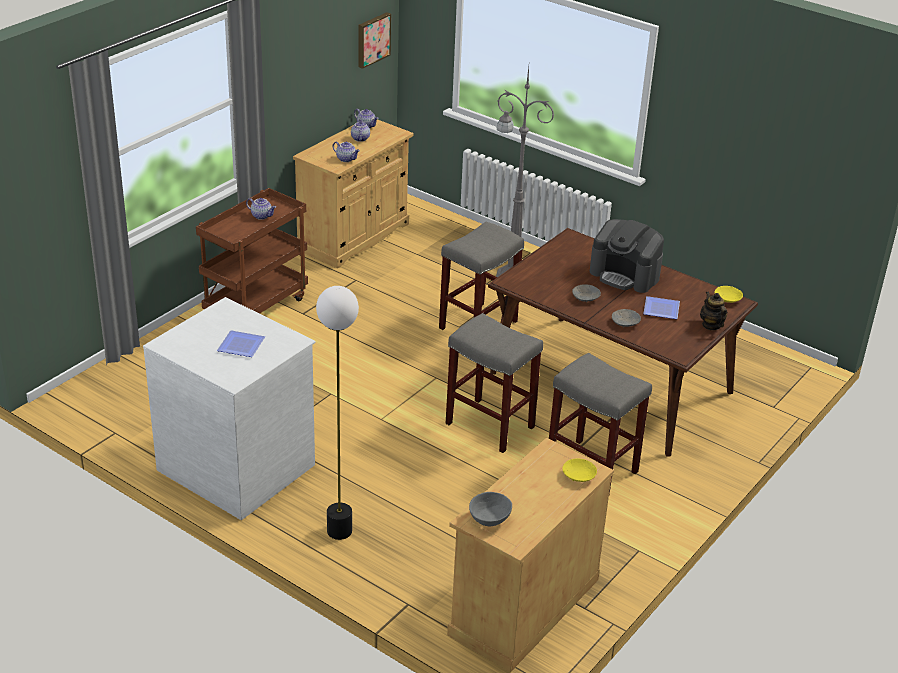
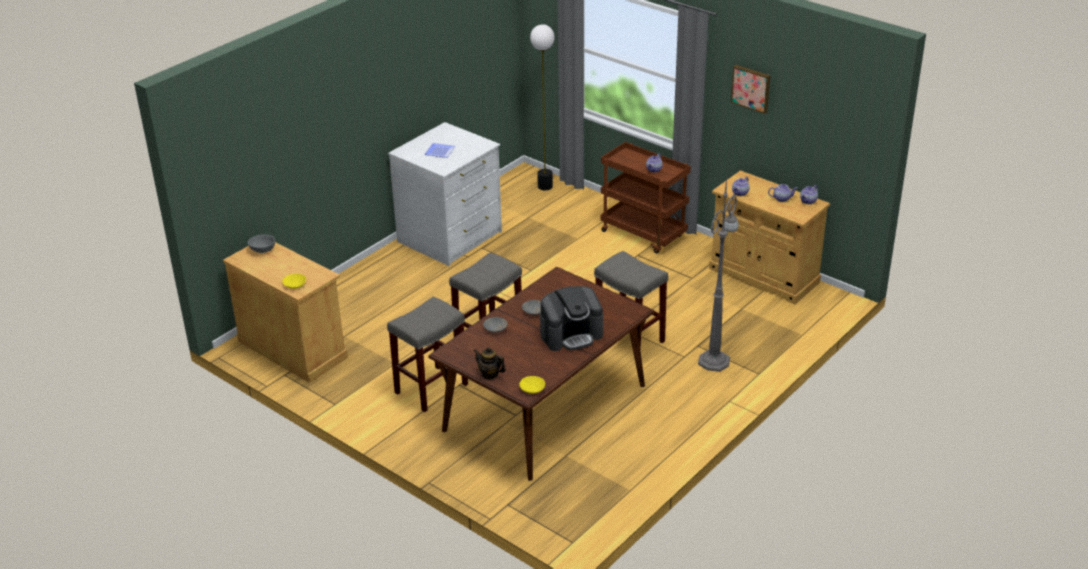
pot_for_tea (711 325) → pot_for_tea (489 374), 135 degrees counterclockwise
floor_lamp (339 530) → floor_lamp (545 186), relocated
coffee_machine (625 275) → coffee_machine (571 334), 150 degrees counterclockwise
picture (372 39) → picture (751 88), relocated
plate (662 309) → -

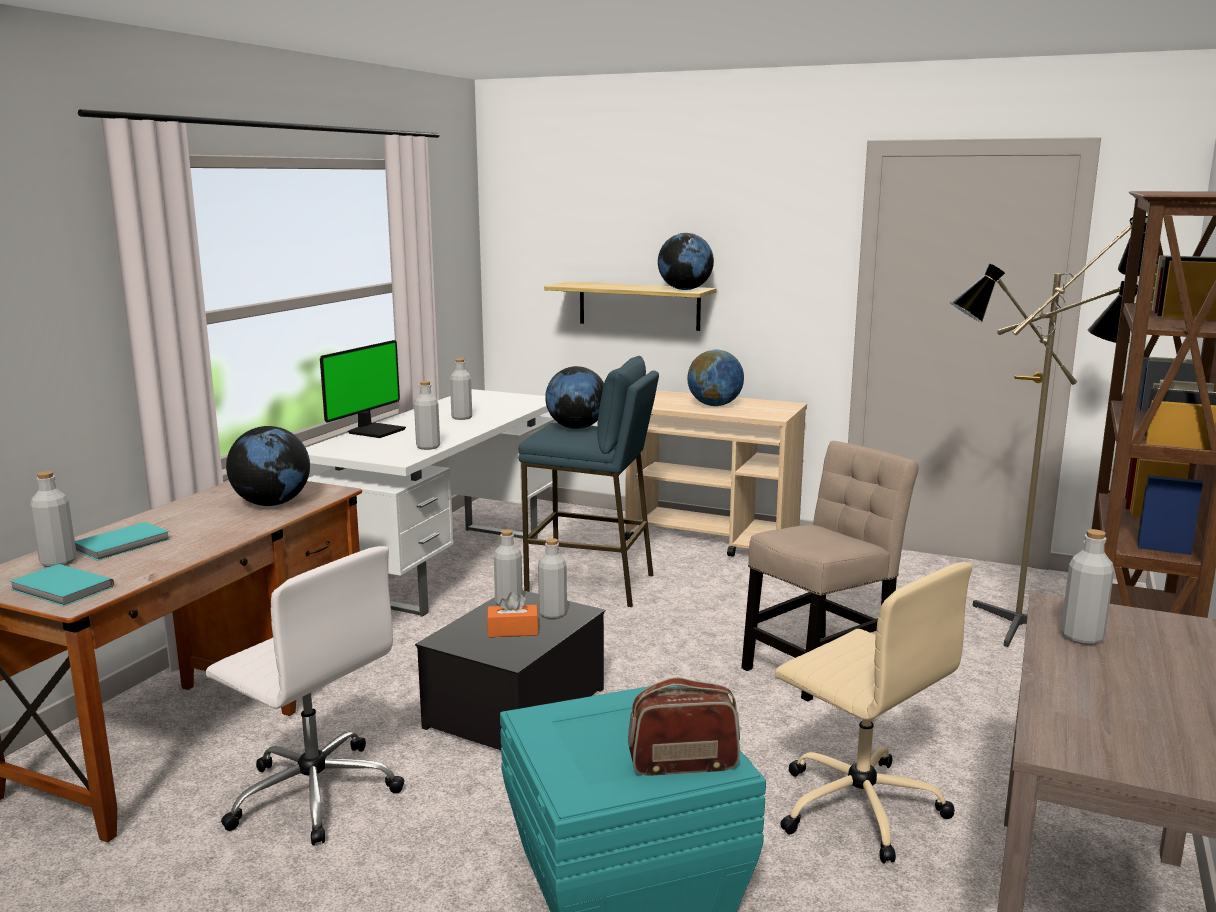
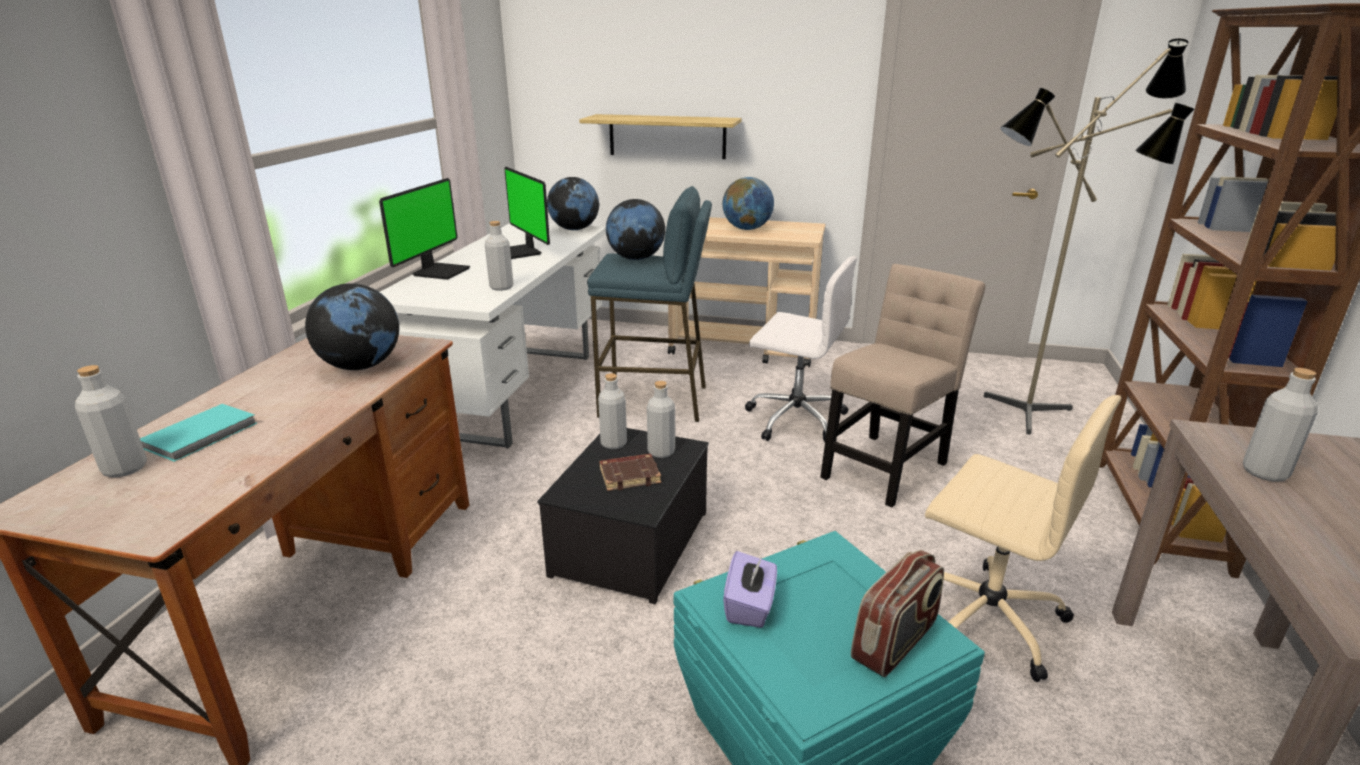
greyish_bottle (462 417) → computer_screen (520 252)
world_globe (685 289) → world_globe (574 229), relocated
orange-coloured_box_of_tissues (513 630) → brown_book (630 475)
- → purplish_box_of_tissues (750 606)
whitish_desk_chair (313 793) → whitish_desk_chair (794 418), relocated
radio_receiver (683 763) → radio_receiver (895 642), 150 degrees clockwise
turquoise_book (61 589) → -

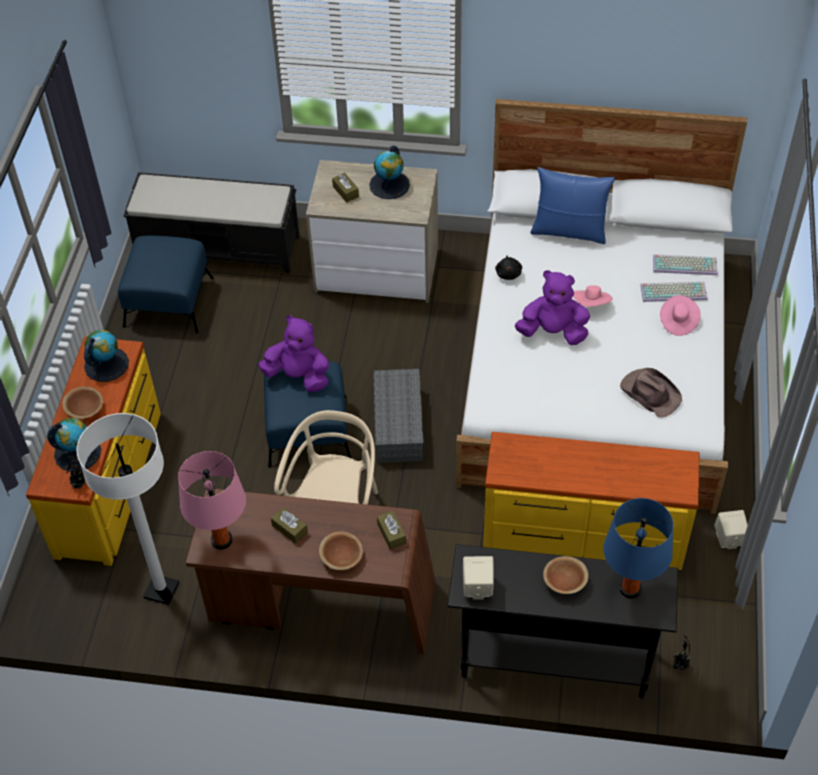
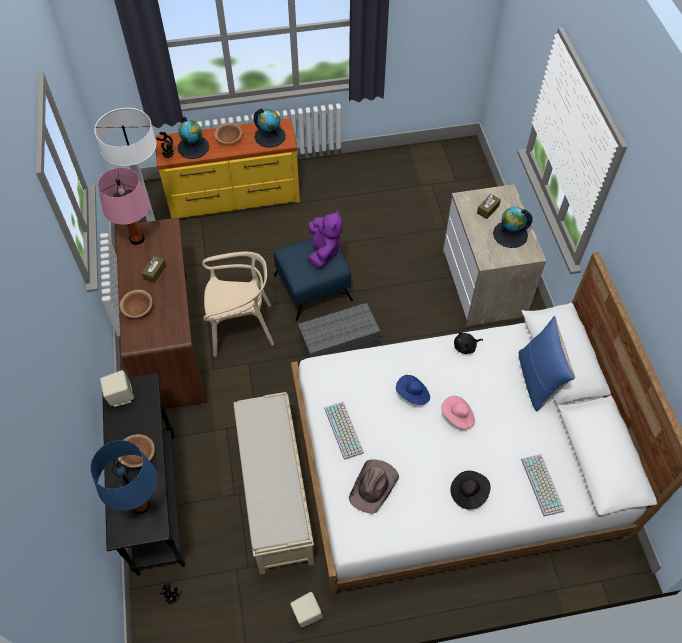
yellow-coloured_chest_of_drawers (583 536) → beige_long_seat (276 495)
keyboard (674 291) → keyboard (345 430), relocated
purplish_soft_toy (553 332) → blue-coloured_hat (412 395)
pinkish_hat (678 322) → blackish_hat (468 493)
blue-coloured_ottoman (169 301) → -
blackish_long_seat (219 247) → -
brown_box_of_tissues (391 533) → -

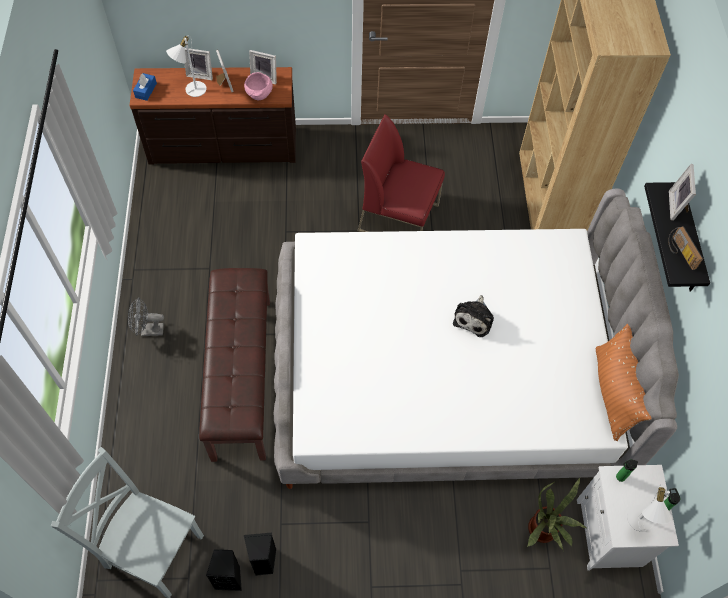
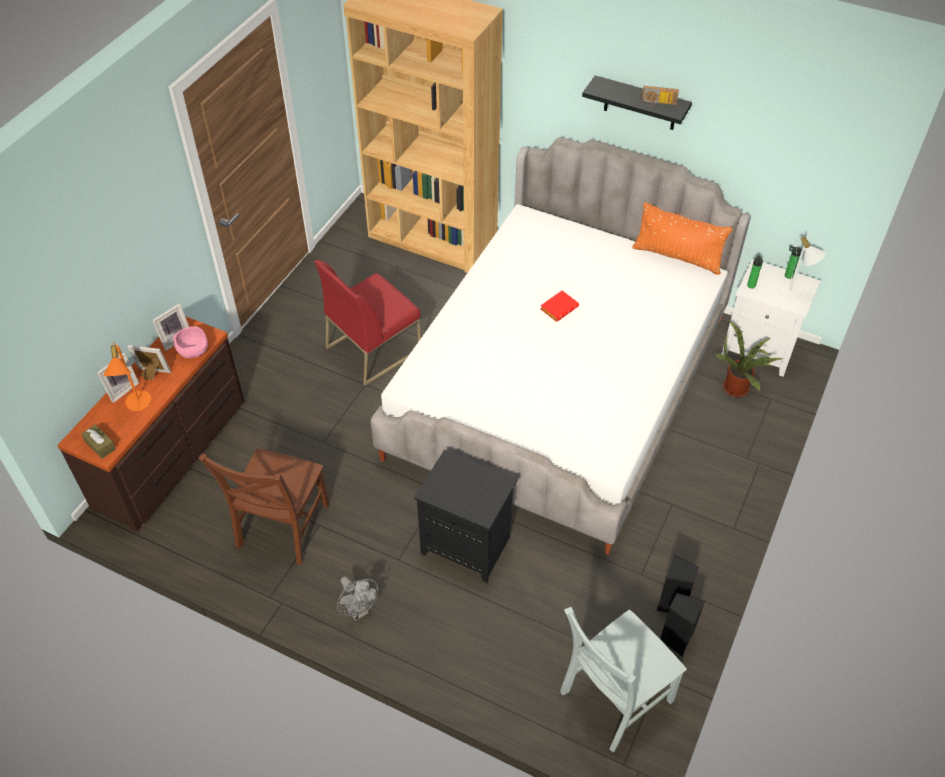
blue-coloured_box_of_tissues (146 90) → brown_box_of_tissues (100 445)
whitish_tabletop_lamp (191 89) → orange-coloured_tabletop_lamp (136 405)
- → brown_chair (281 528)
greyish_cooling_fan (148 331) → greyish_cooling_fan (358 611), 60 degrees counterclockwise
brown_long_seat (243 377) → blackish_bedside_table (468 545)
soft_toy (474 318) → reddish_book (559 307)
photo_frame (677 206) → -

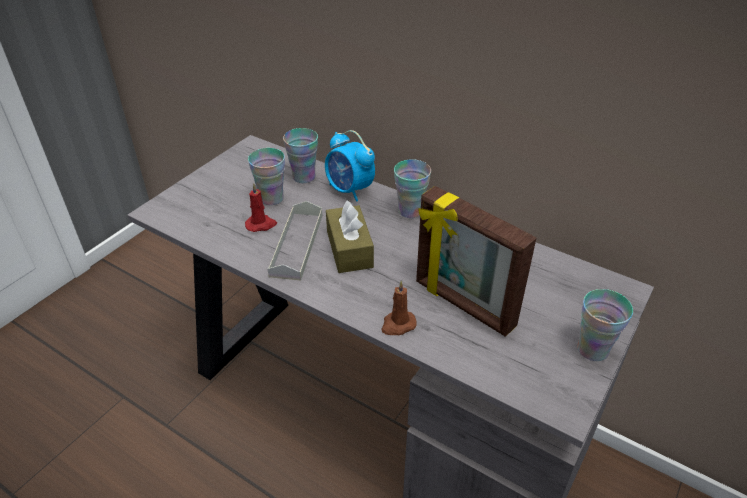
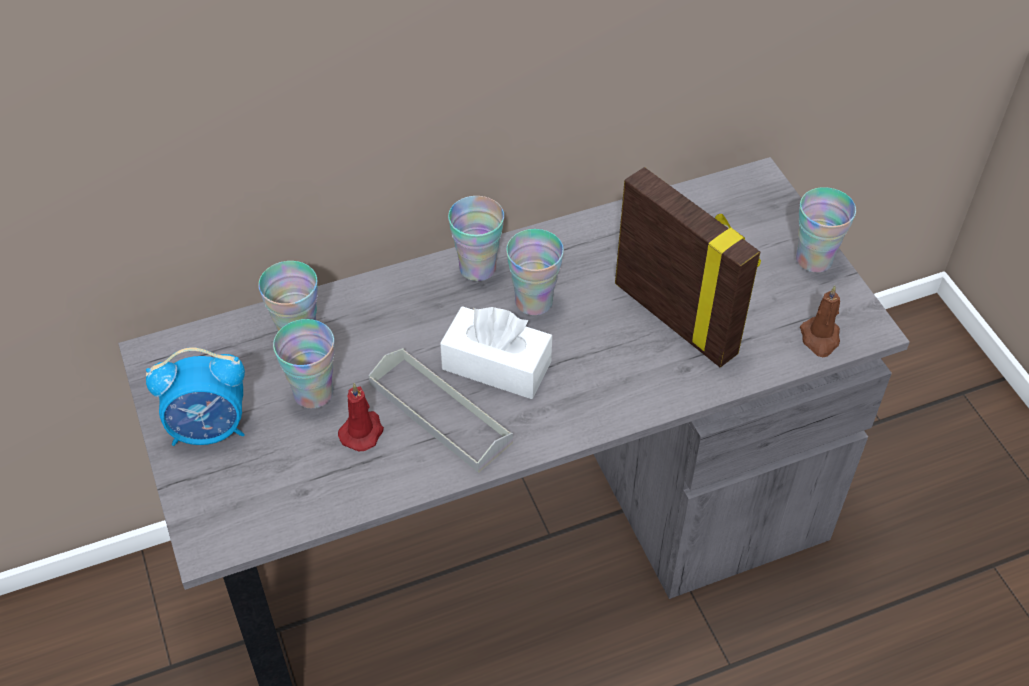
bedside_clock (349 190) → bedside_clock (210 429), relocated
brown_box_of_tissues (349 249) → whitish_box_of_tissues (496 365)
- → small_cup (533 301)
photo_frame (463 305) → photo_frame (677 318), 120 degrees counterclockwise
brown_wax_light (398 325) → brown_wax_light (820 339), relocated

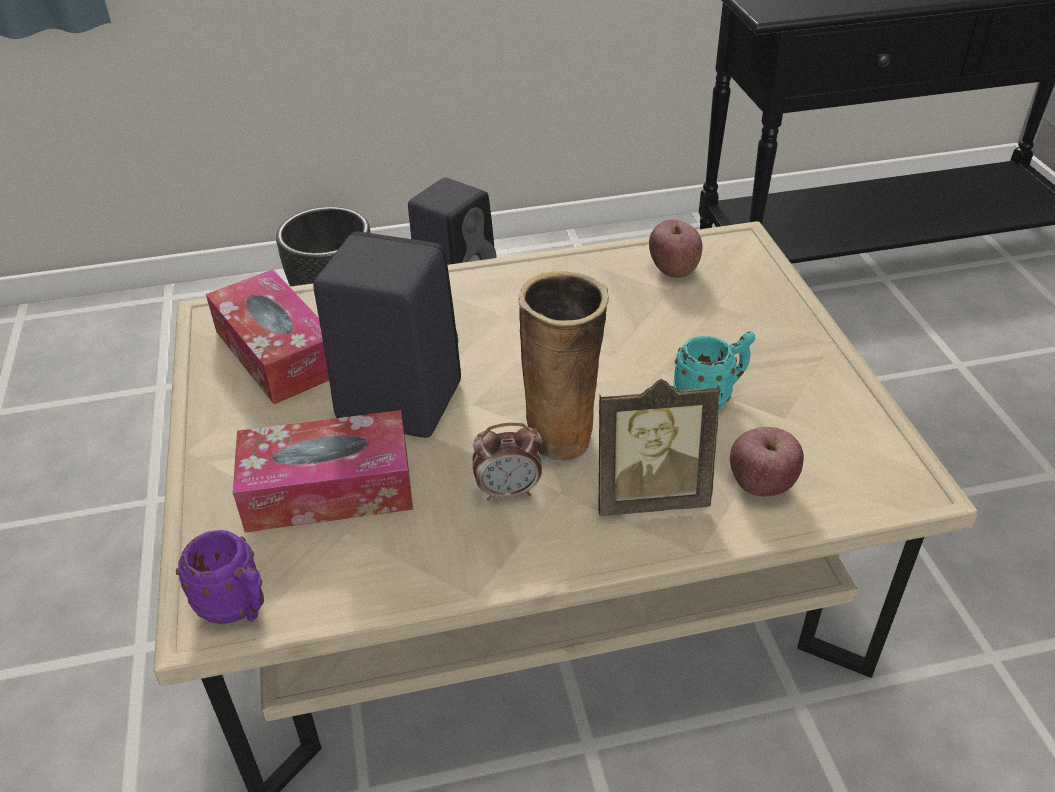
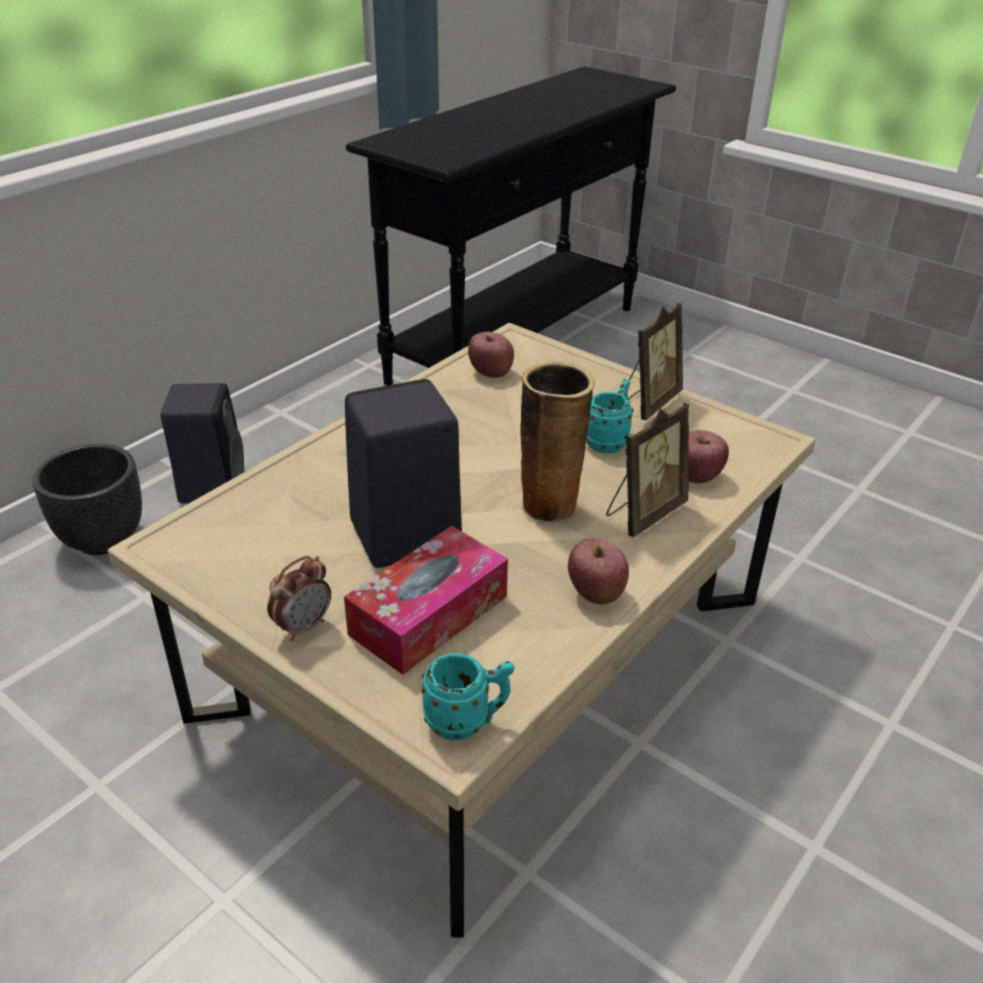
bedside_clock (508 491) → bedside_clock (303 626), relocated
purplish_mug (238 608) → turquoise_mug (467 721)
- → apple_fruit (595 592)
- → photo_frame (647 403)
box_of_tissues (277 352) → -

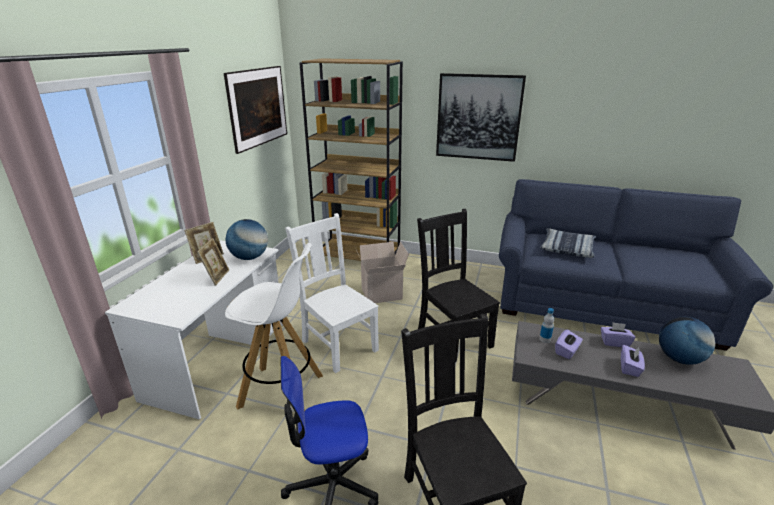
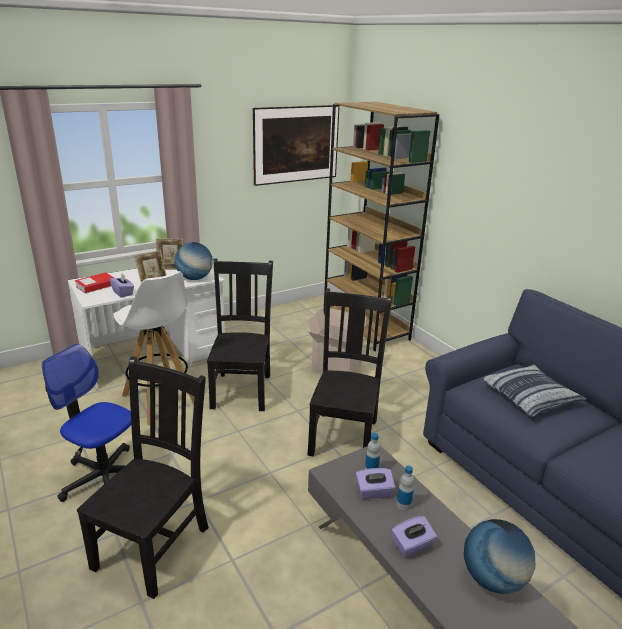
- → book (96 286)
purplish_box_of_tissues (614 342) → purplish_box_of_tissues (123 293), relocated
whitish_chair (338 344) → blackish_chair (242 390)
- → bottle (403 505)
picture (478 117) → -

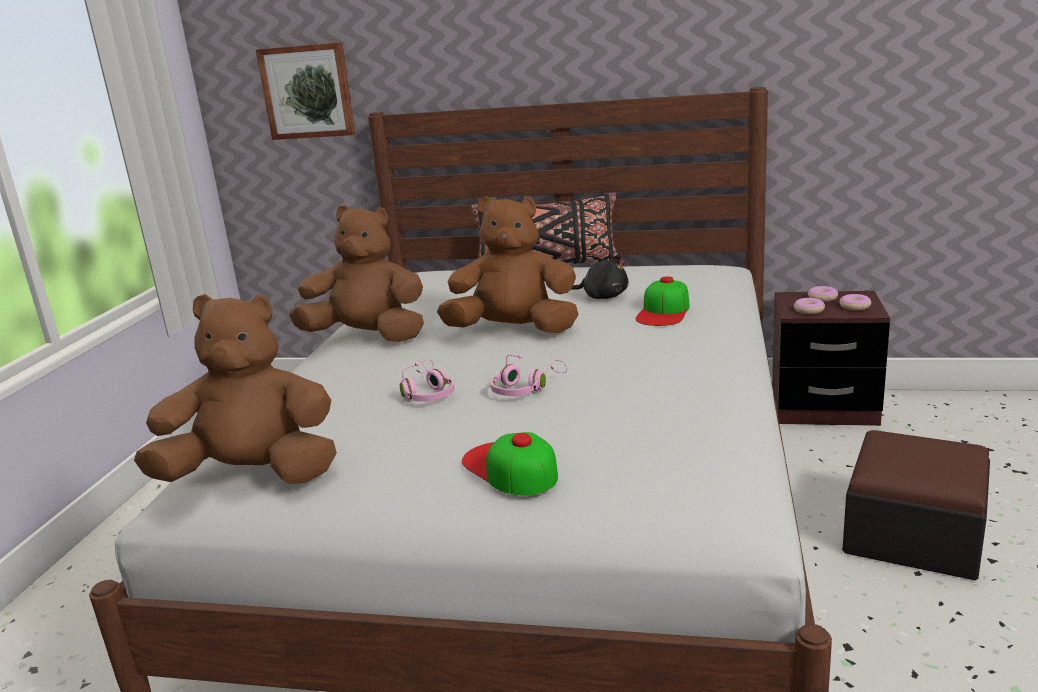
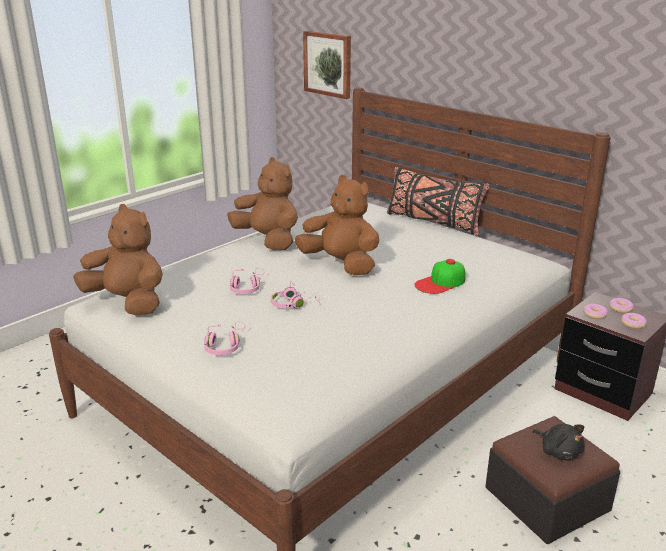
peaked_cap (509 468) → pinkish_pair_of_headphones (225 346)
blackish_soft_toy (602 297) → blackish_soft_toy (559 451), relocated

